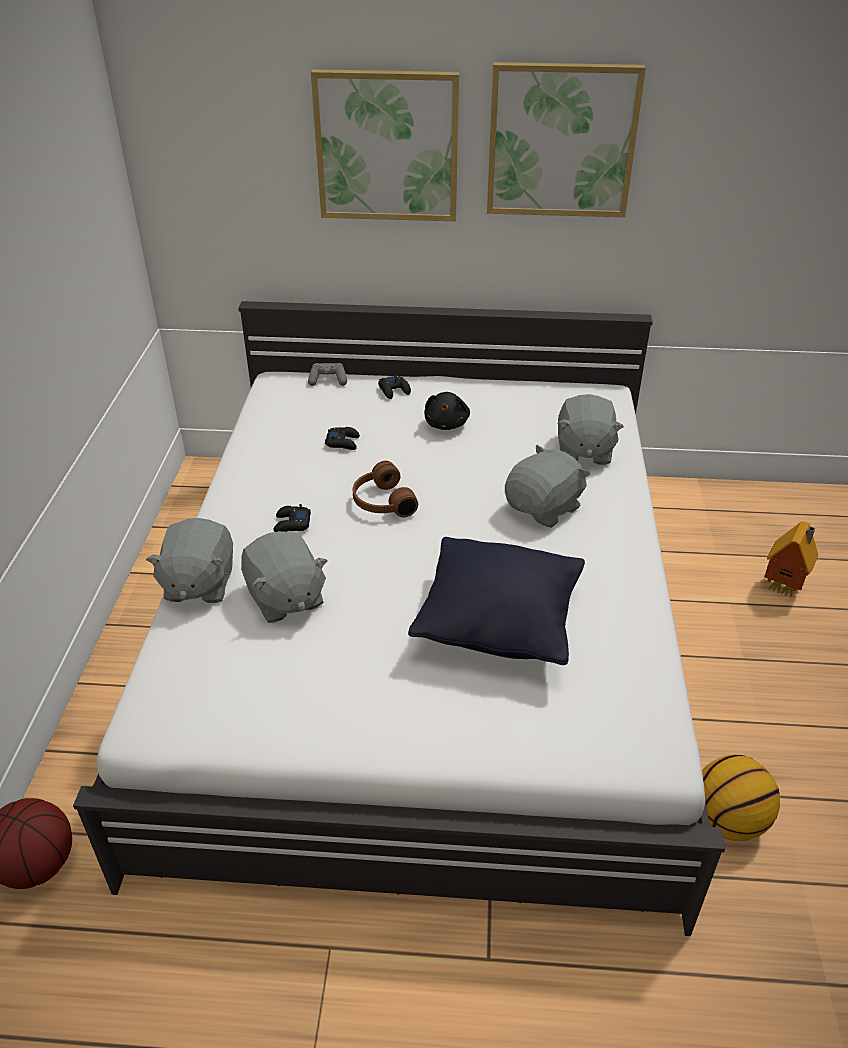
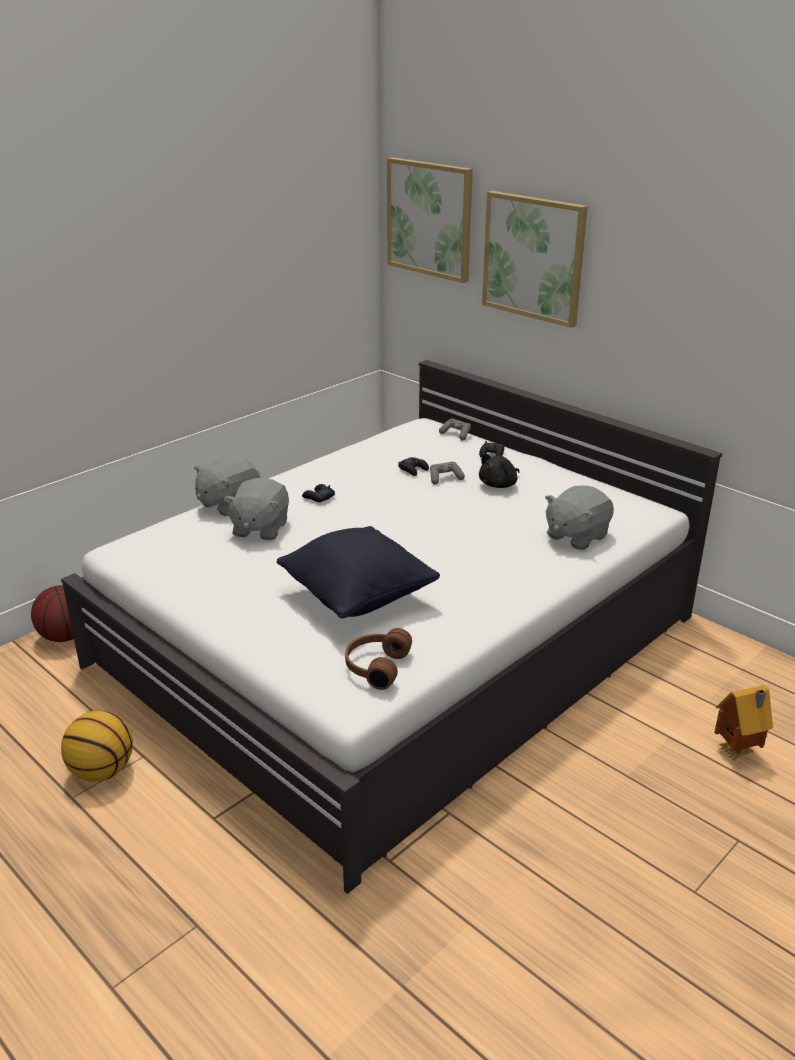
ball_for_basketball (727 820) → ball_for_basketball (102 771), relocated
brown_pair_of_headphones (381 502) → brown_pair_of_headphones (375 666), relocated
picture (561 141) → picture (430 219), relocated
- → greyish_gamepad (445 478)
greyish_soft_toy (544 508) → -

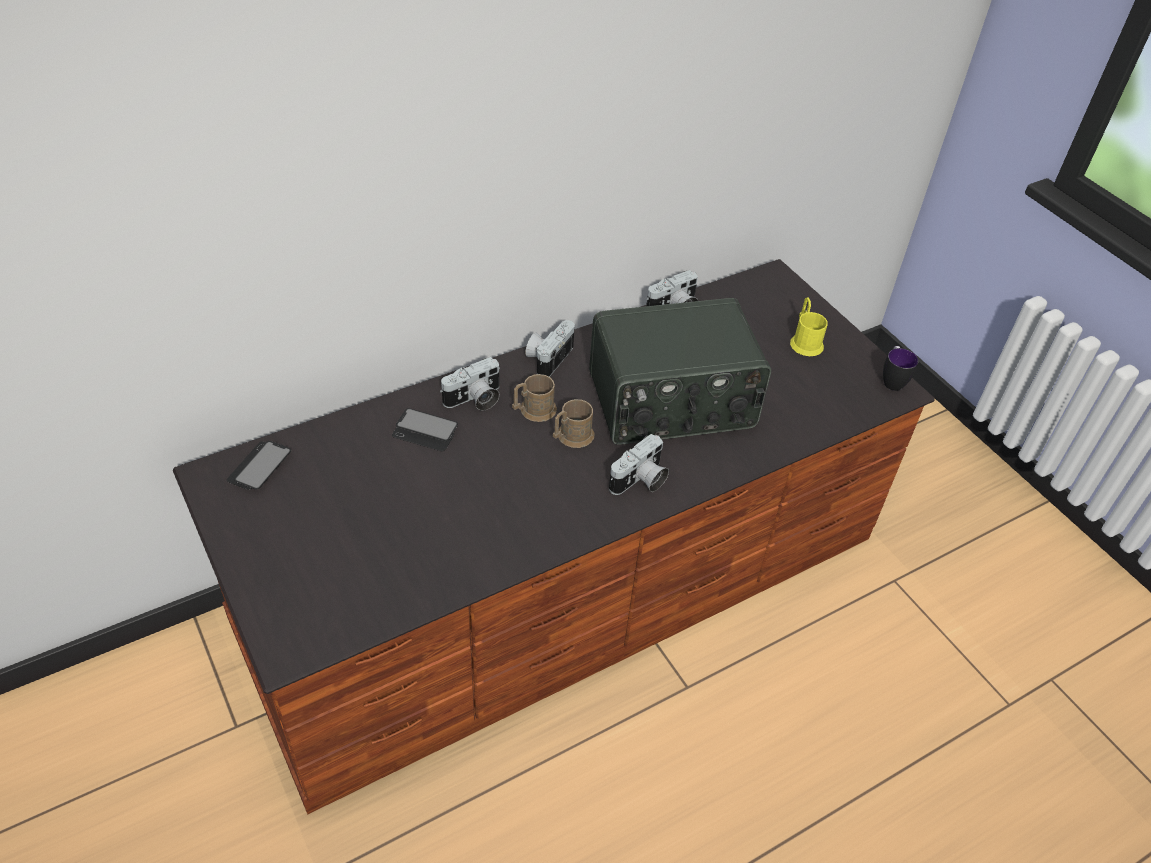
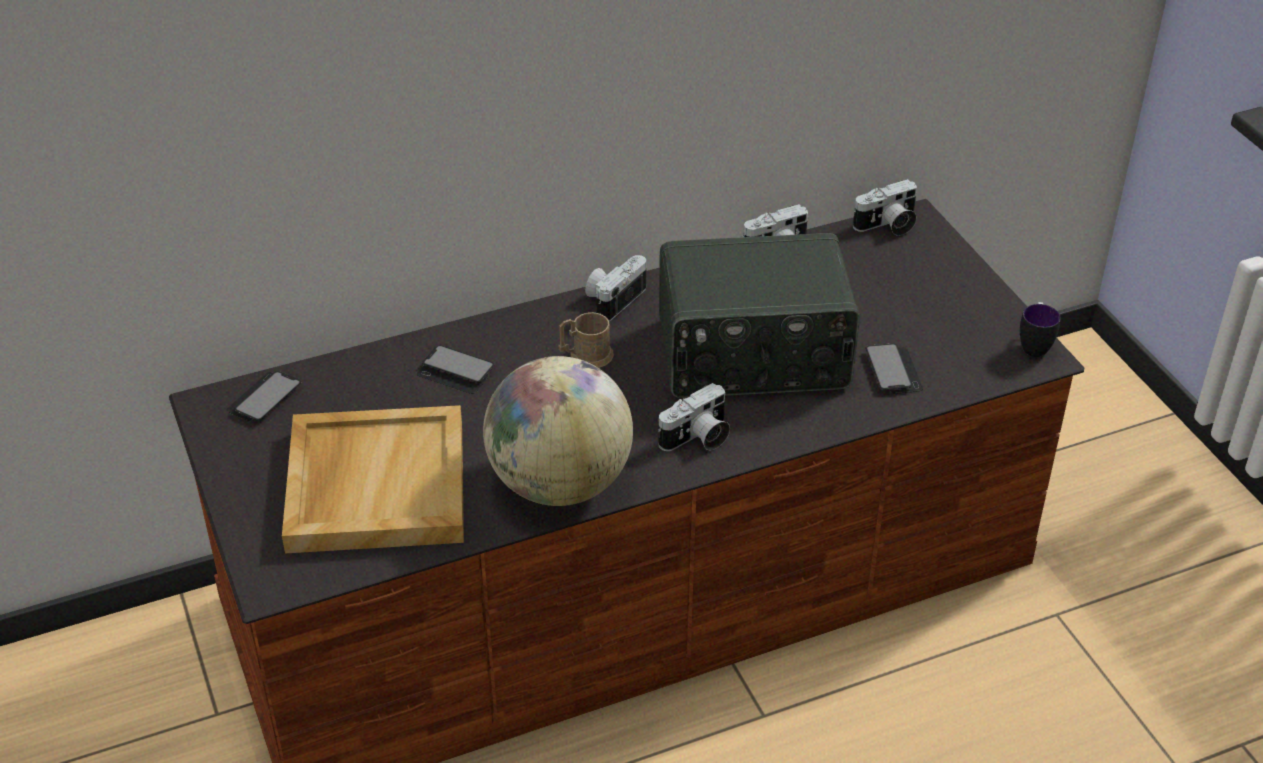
- → beige_serving_tray (375 484)
- → world_globe (559 483)
photo_camera (475 400) → photo_camera (887 225), relocated
- → phone (893 370)
brown_mug (571 437) → -
yellow-coloured_mug (805 341) → -

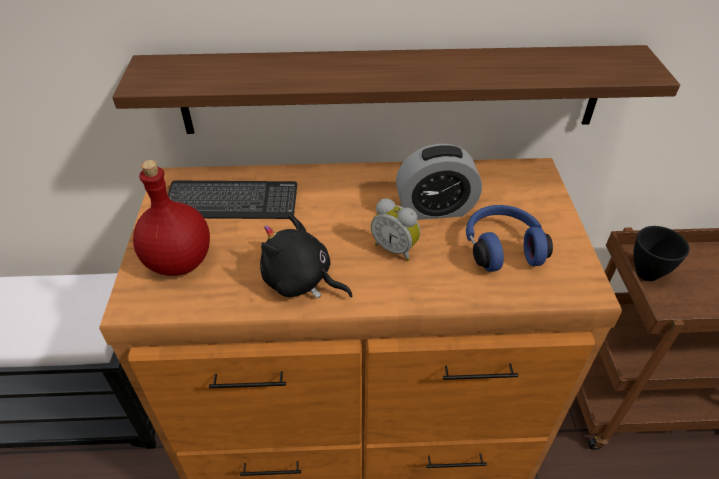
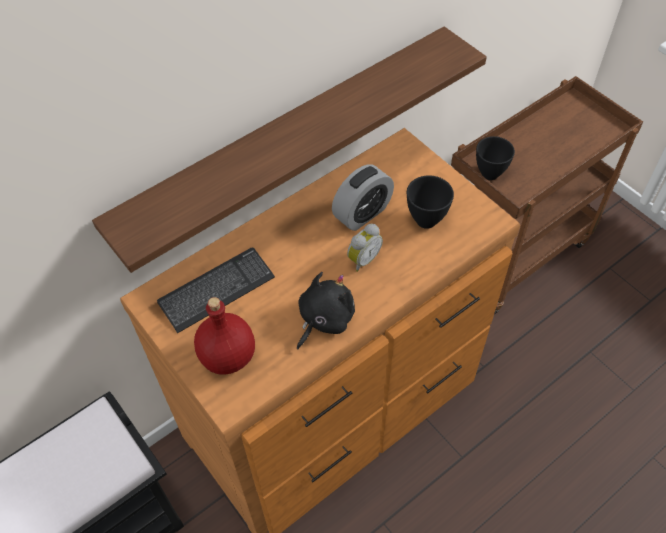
blackish_soft_toy (301 281) → blackish_soft_toy (324 319), 135 degrees clockwise
bedside_clock (395 248) → bedside_clock (362 259), 45 degrees counterclockwise
blue-coloured_pair_of_headphones (502 247) → blackish_serving_bowl (426 219)

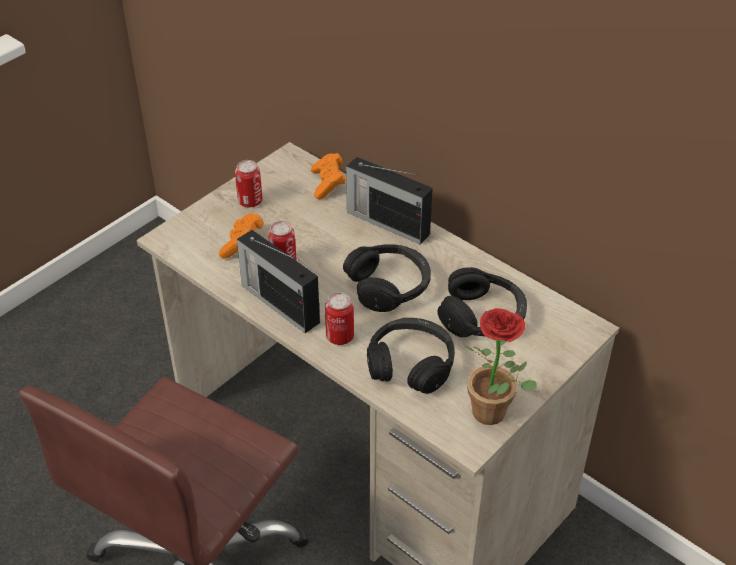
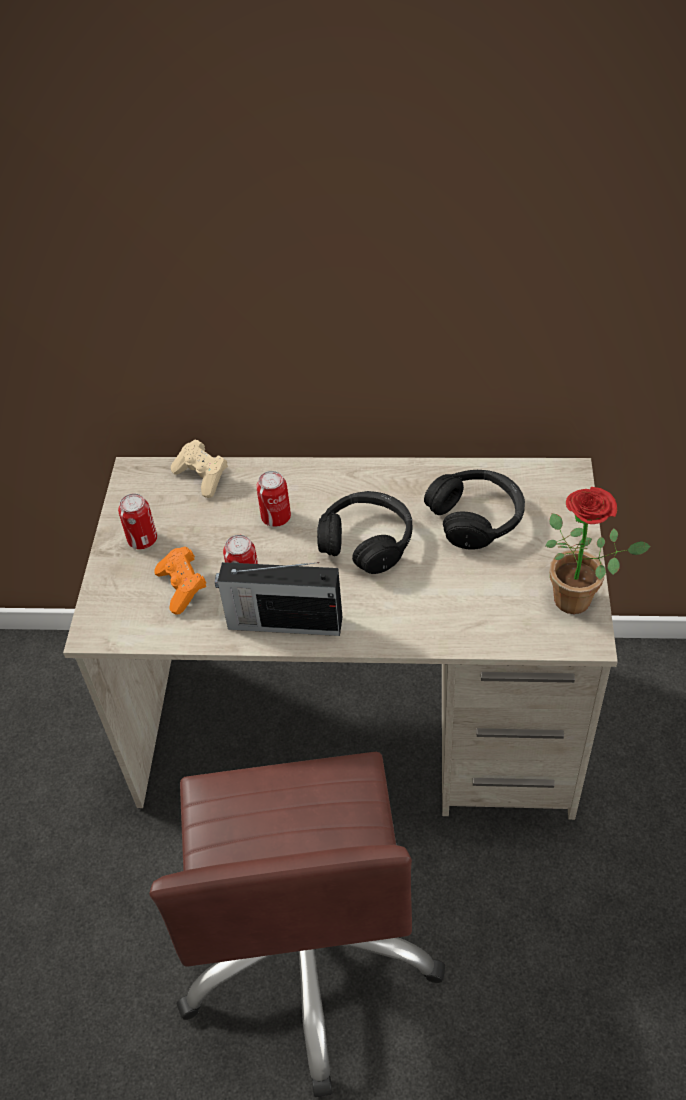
orange-coloured_gamepad (328 184) → beige_gamepad (202 477)
sealed_can (340 336) → sealed_can (276 517), relocated
radio_receiver (386 222) → -
blackish_pair_of_headphones (411 364) → -

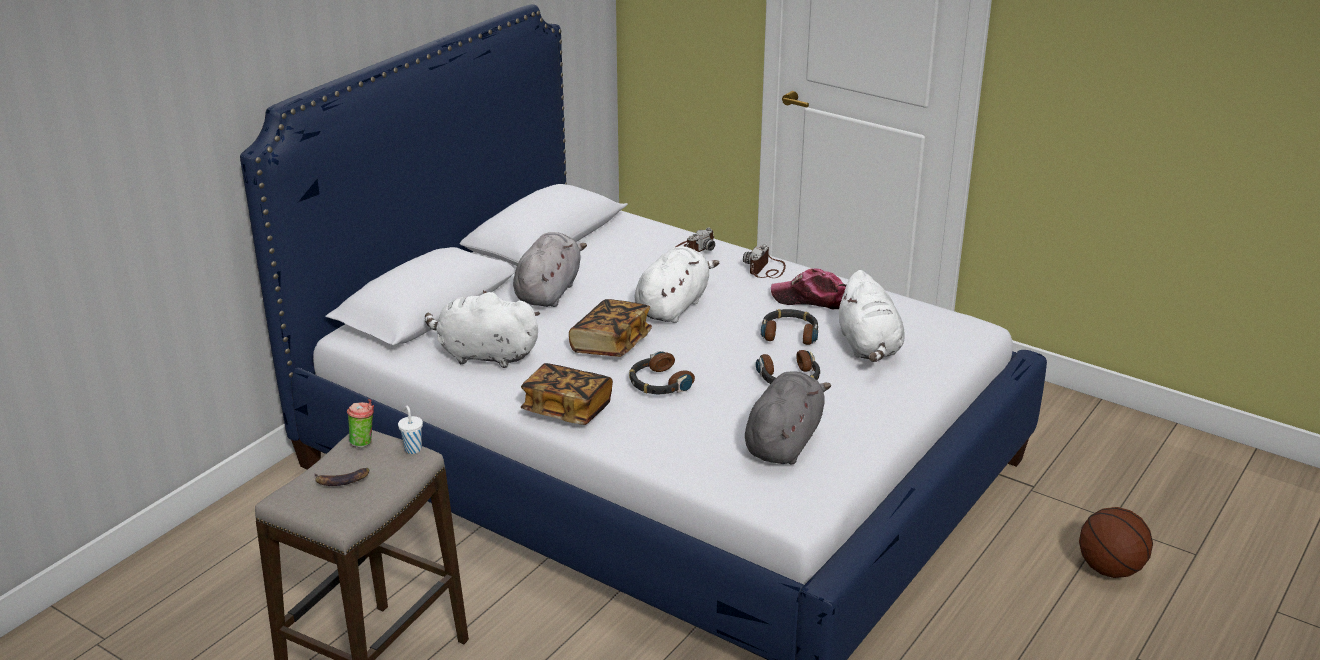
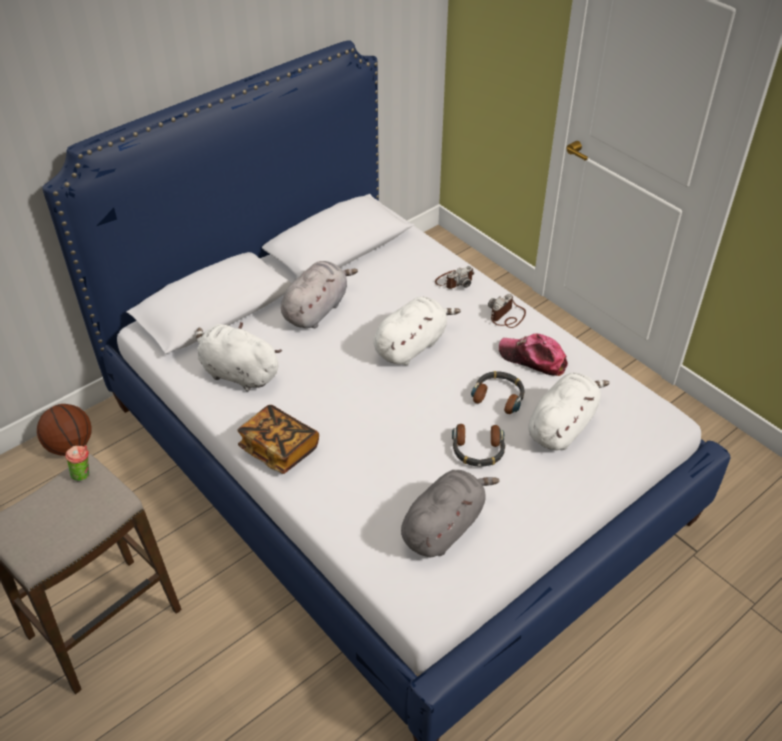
ball_for_basketball (1111 569) → ball_for_basketball (71 446), relocated
whitish_soft_toy (869 347) → whitish_soft_toy (562 426), 150 degrees counterclockwise
banana_fruit (342 480) → -
whitish_small_cup (412 449) → -
book (611 344) → -
pair_of_headphones (658 383) → -

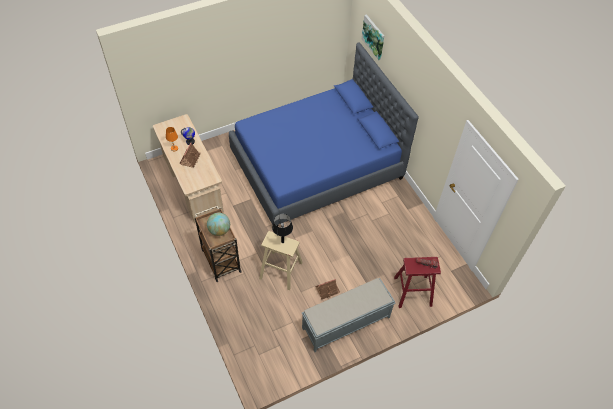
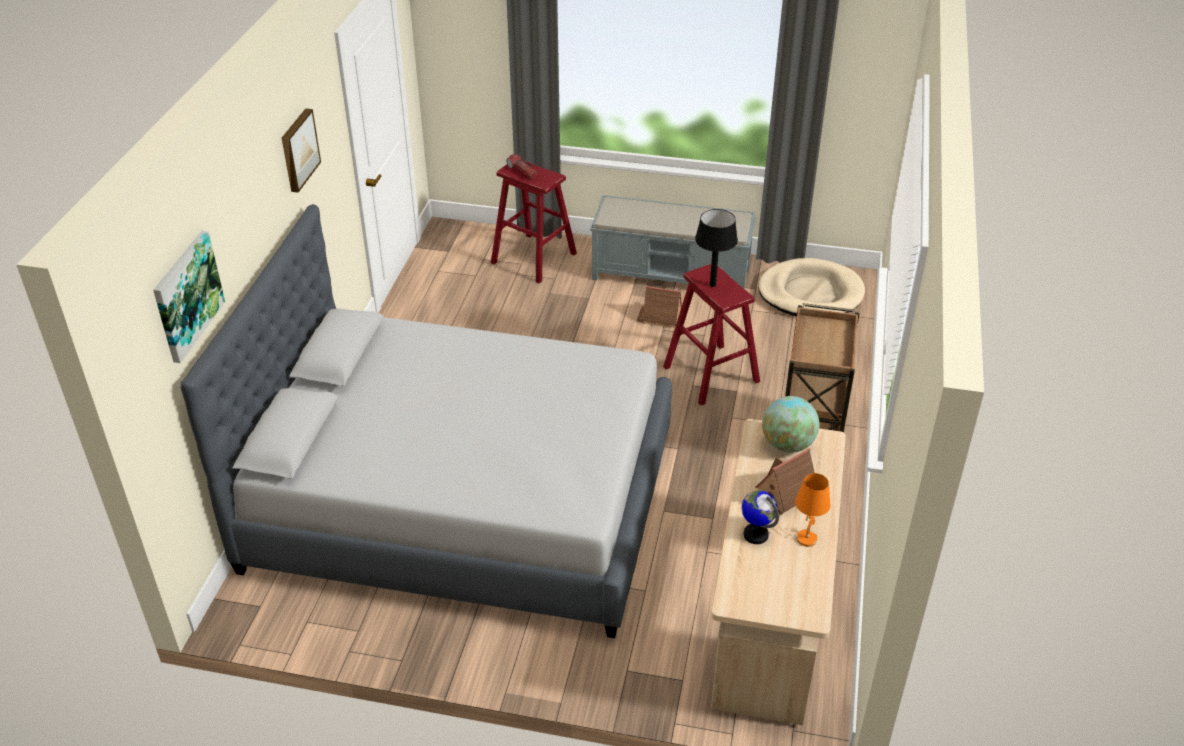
blue-coloured_bedroom_bed (316 165) → greyish_bedroom_bed (462 500)
- → picture (298 149)
beige_stool_seat (281 270) → reddish_stool_seat (711 374)
- → beige_dog_bed (810 293)
world_globe (219 230) → world_globe (787 444), relocated

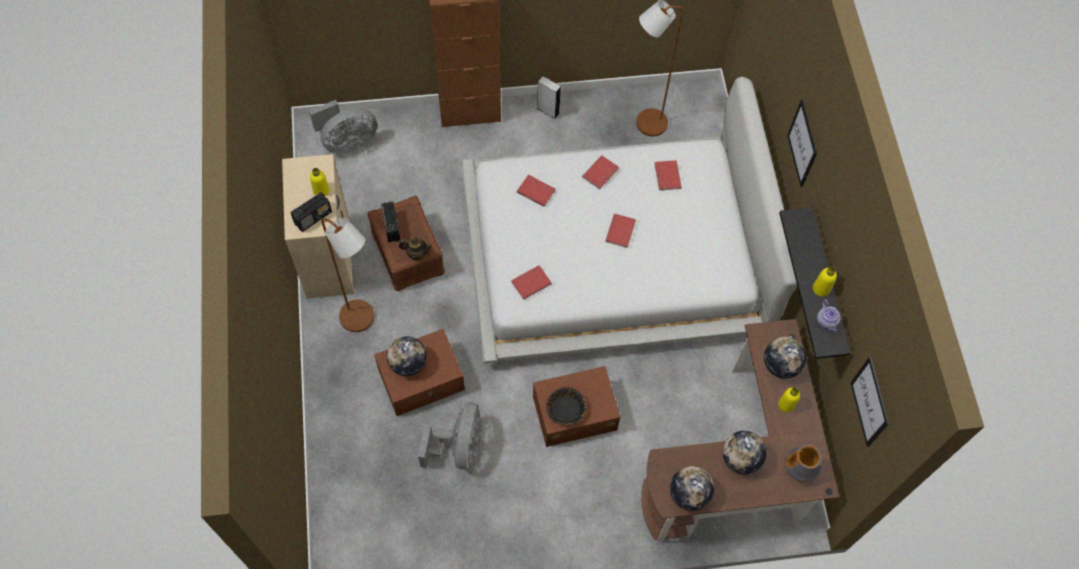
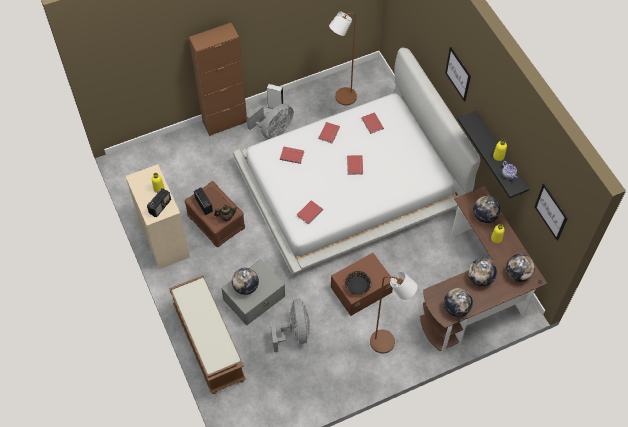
- → brown_long_seat (208 343)
brown_storage_container (422 379) → greyish_storage_container (255 298)
greyish_cooling_fan (347 142) → greyish_cooling_fan (273 131), relocated
brown_floor_lamp (362 320) → brown_floor_lamp (387 343), relocated
vase (799 469) → world_globe (517 274)

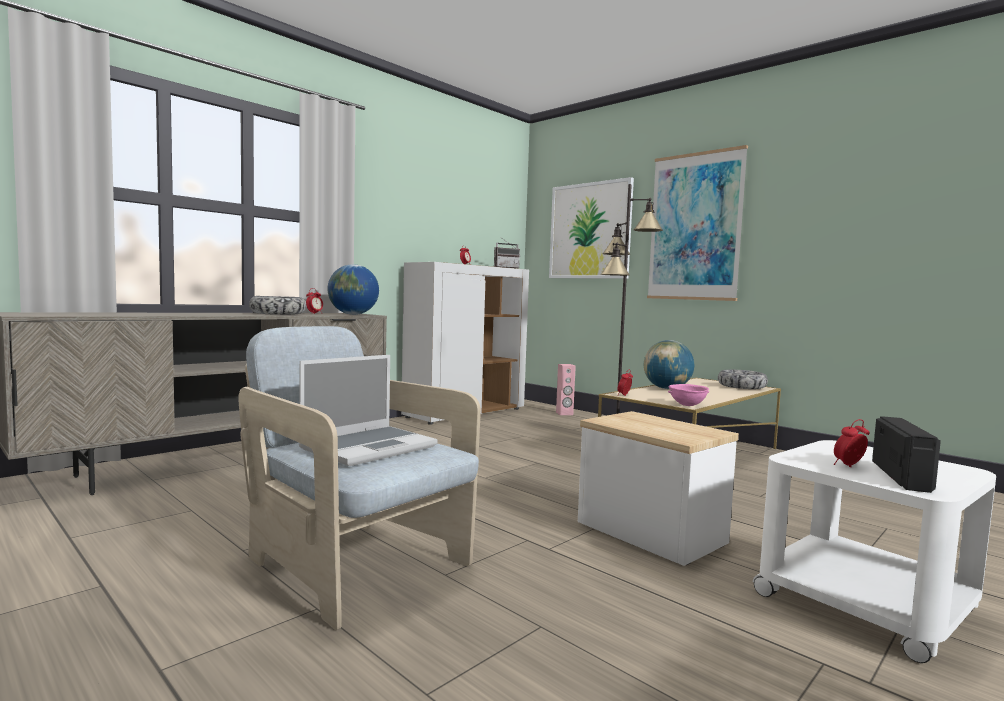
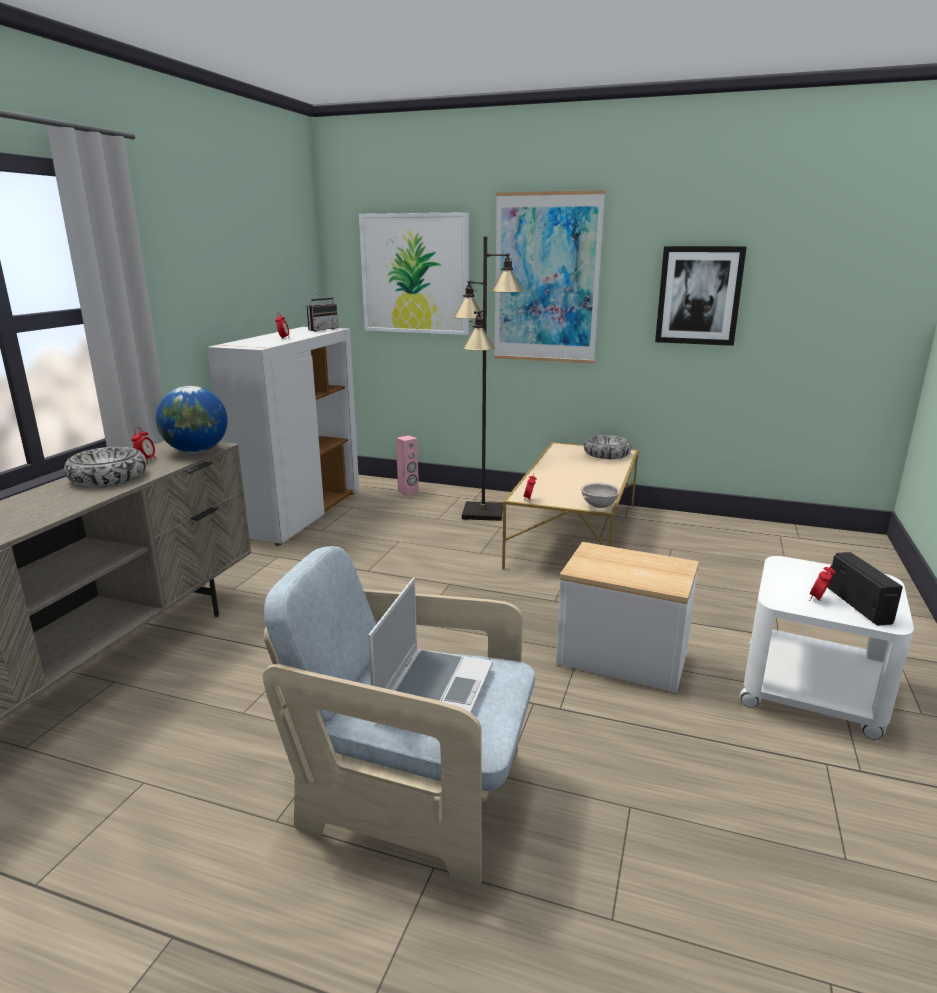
pinkish_serving_bowl (687 405) → greyish_serving_bowl (599 506)
- → picture (699 295)
world_globe (667 388) → -

